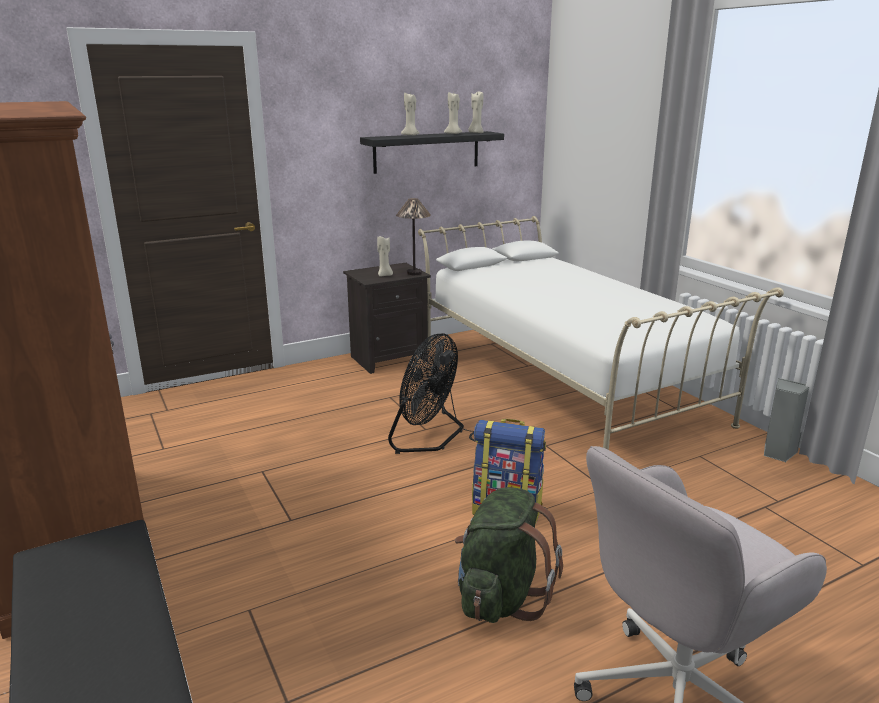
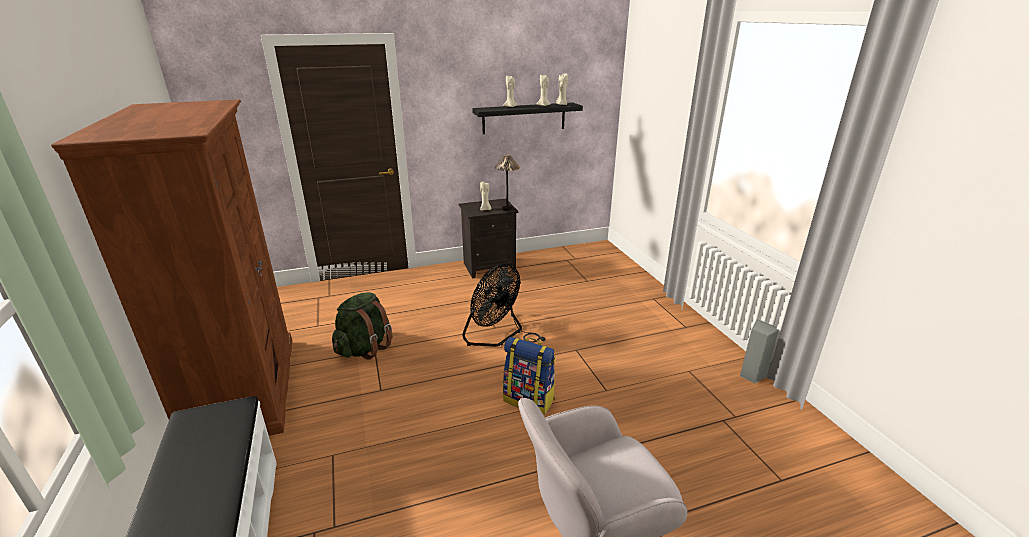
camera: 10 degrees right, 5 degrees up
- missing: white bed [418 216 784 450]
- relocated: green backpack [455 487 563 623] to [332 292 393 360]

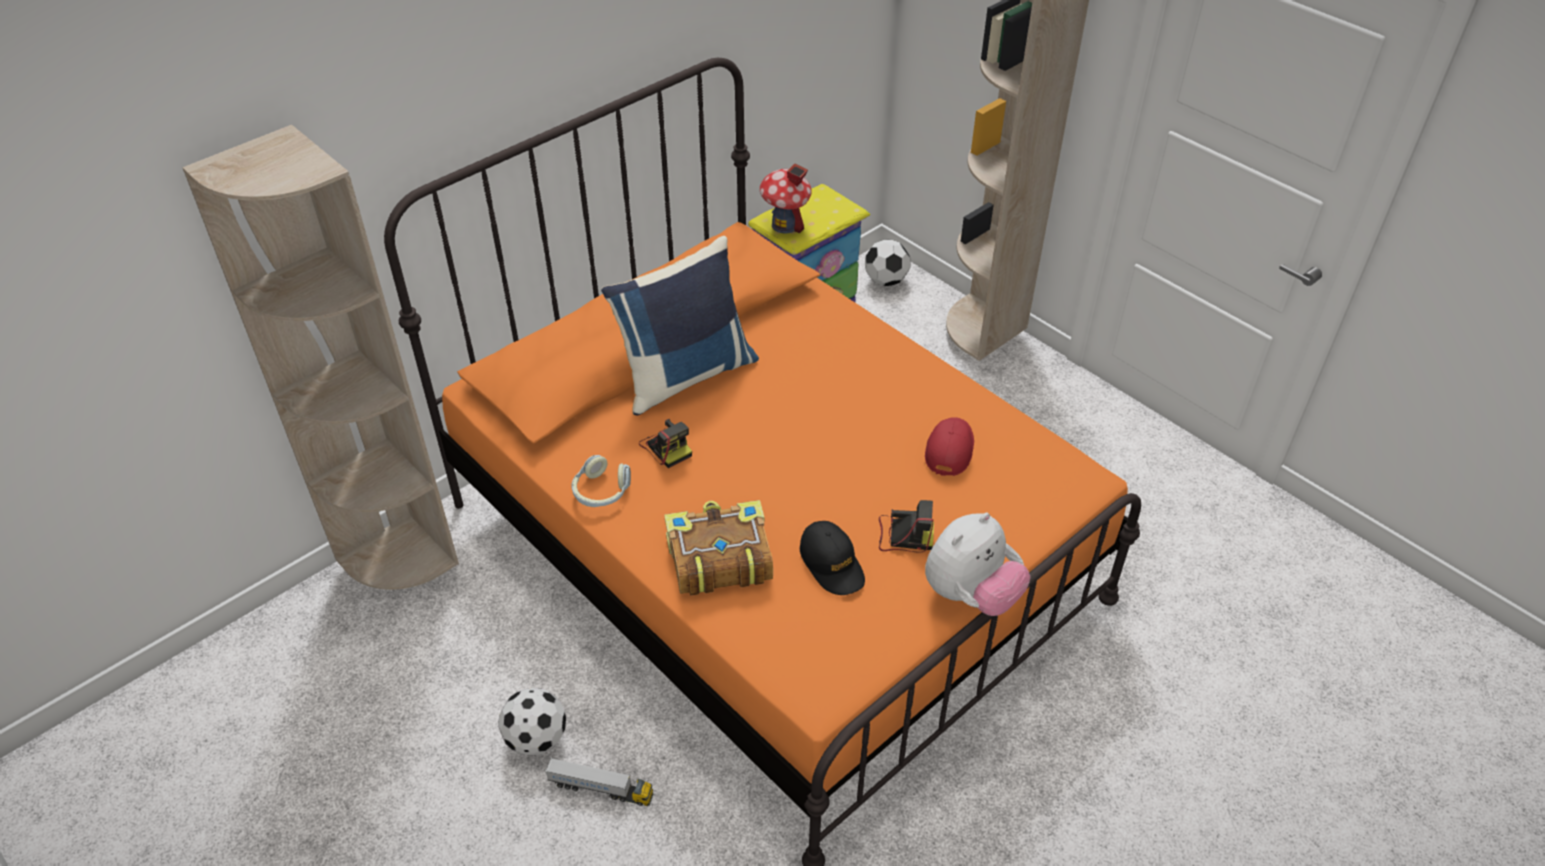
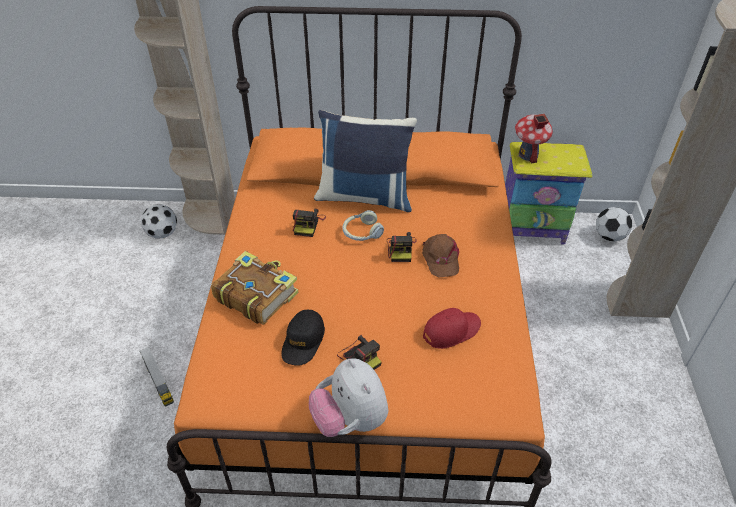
camera: 45 degrees right, 0 degrees up
- relocated: football [498 688 566 756] to [141 204 177 239]
- relocated: headphones [571 455 631 507] to [343 210 384 241]
- spun: plush toy [925 512 1030 616] = [309 358 388 437] 60 degrees clockwise
- appeared: photo camera [387 232 417 262]
- appeared: brown cap [422 234 459 277]

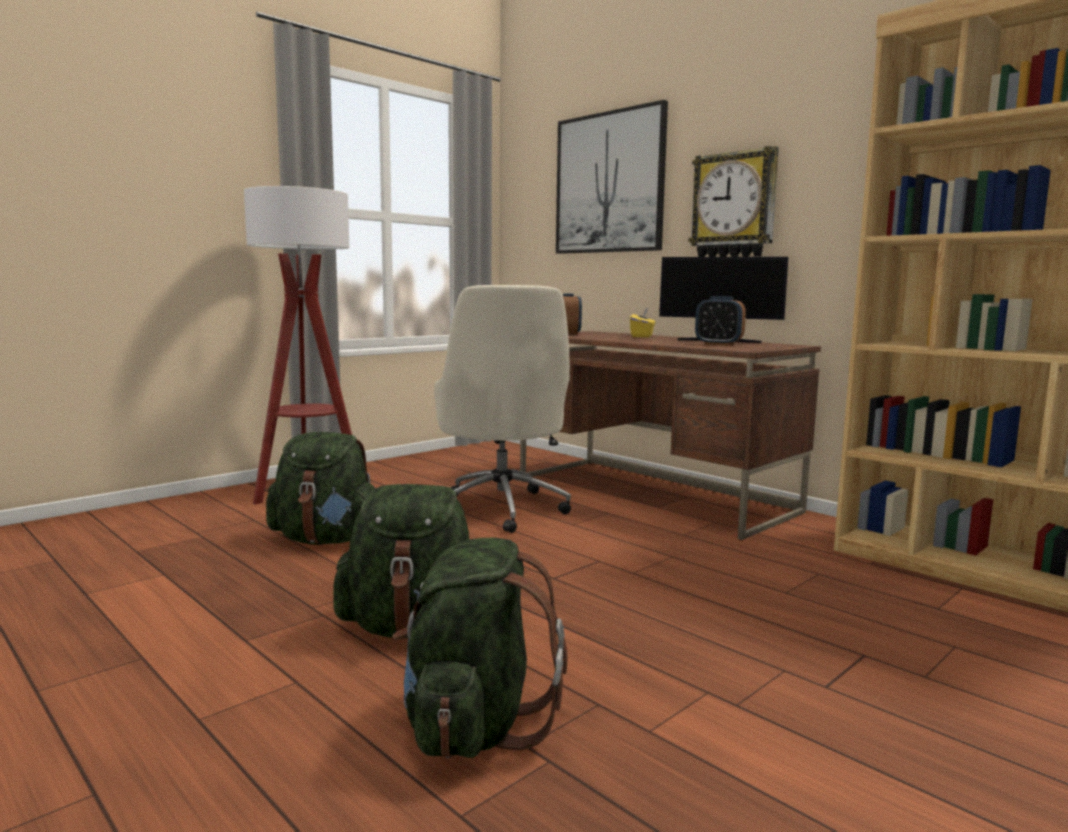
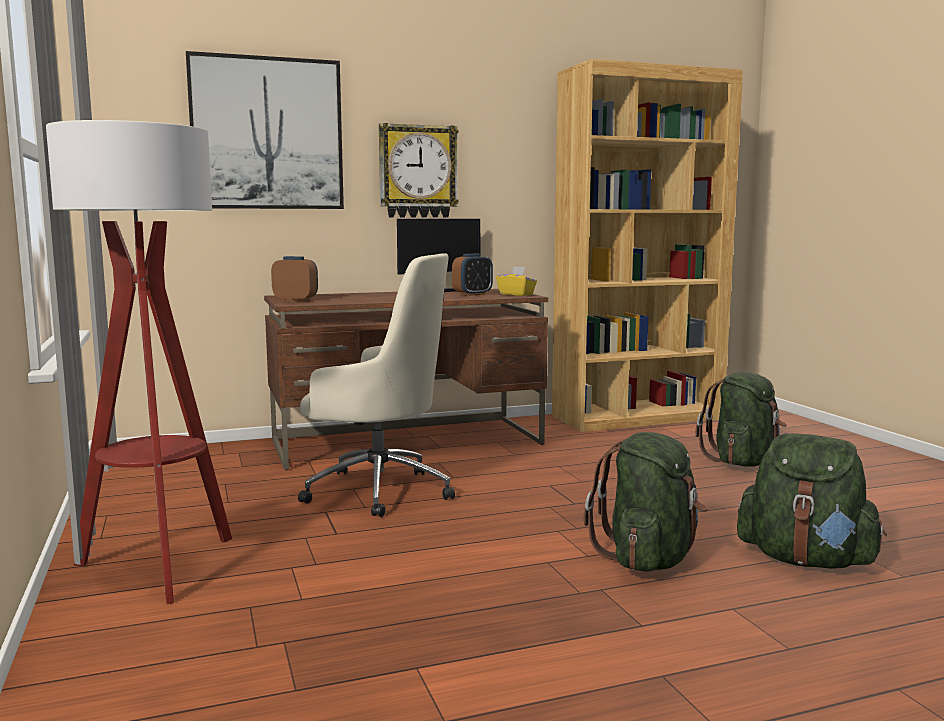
camera: 65 degrees left, 0 degrees up
- relocated: green backpack [266 432 375 545] to [695 372 787 467]
- relocated: yellow tissue box [630 308 656 337] to [496 266 537 296]

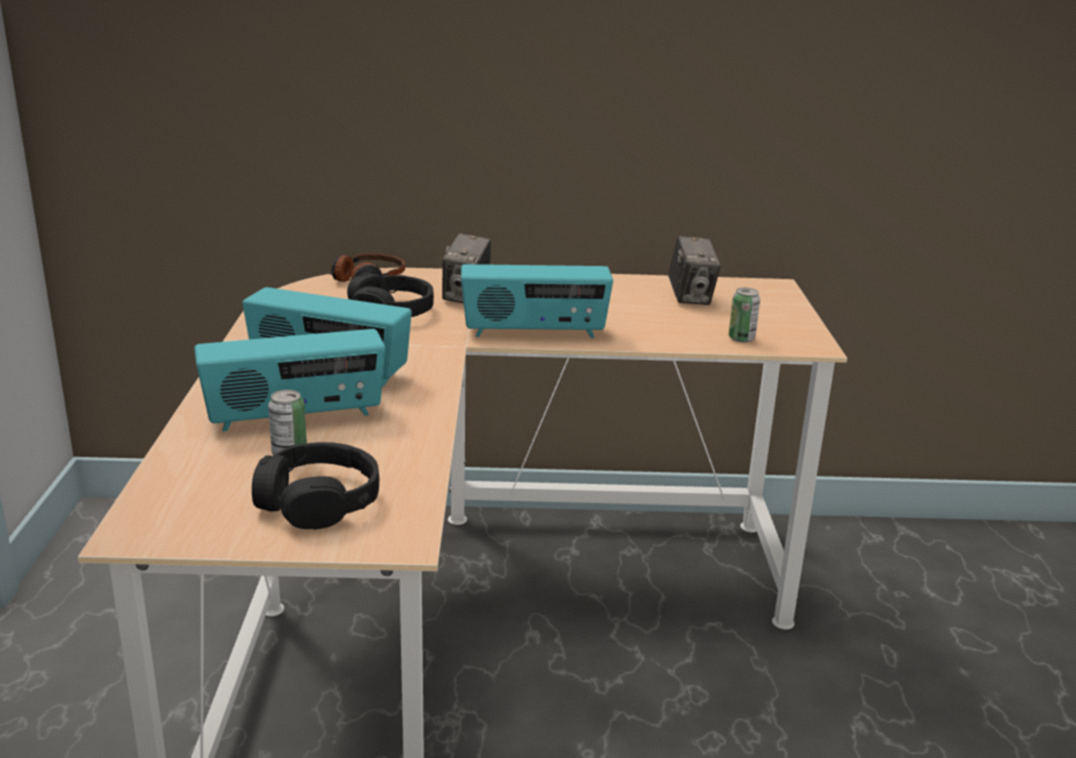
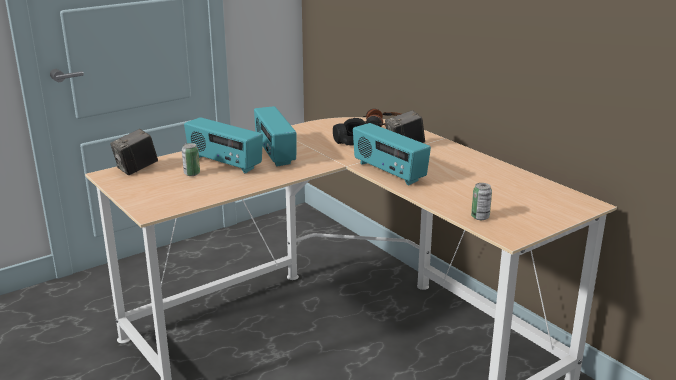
camera: 55 degrees right, 0 degrees up
- missing: black headphones [252 442 379 529]
- relocated: photo camera [668 236 721 305] to [110 129 158 175]

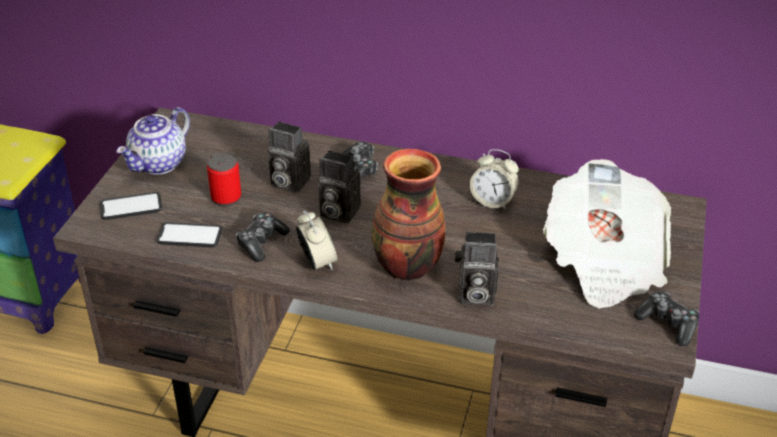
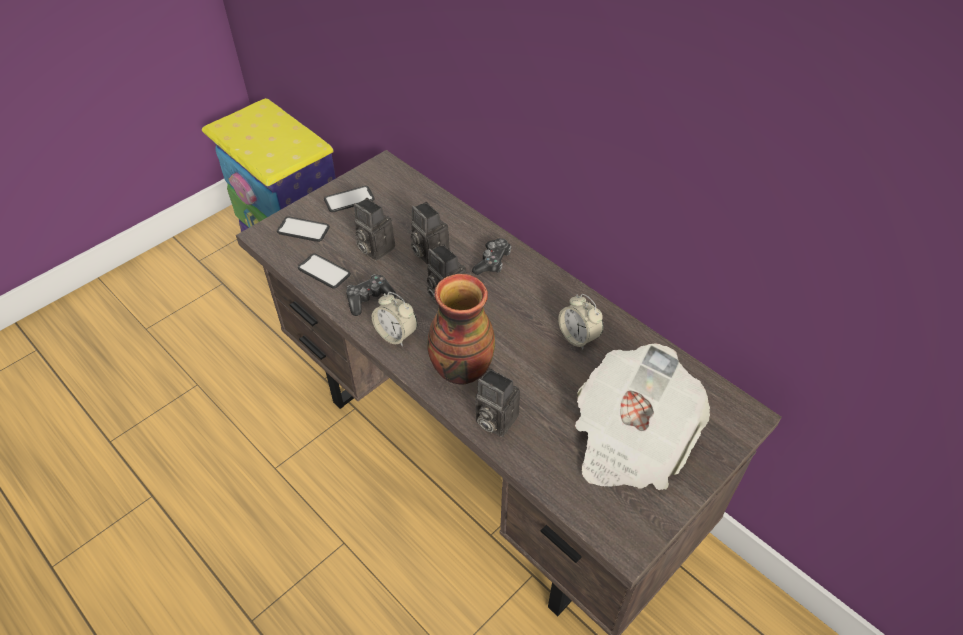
camera: 30 degrees right, 10 degrees up
- exchanged: teapot [116 107 190 174] to phone [324 186 375 212]
- exchanged: can [207 152 241 206] to photo camera [354 198 395 261]
- spun: alarm clock [296 210 337 270] = [372 292 417 347] 120 degrees clockwise
- missing: game controller [634 291 700 346]

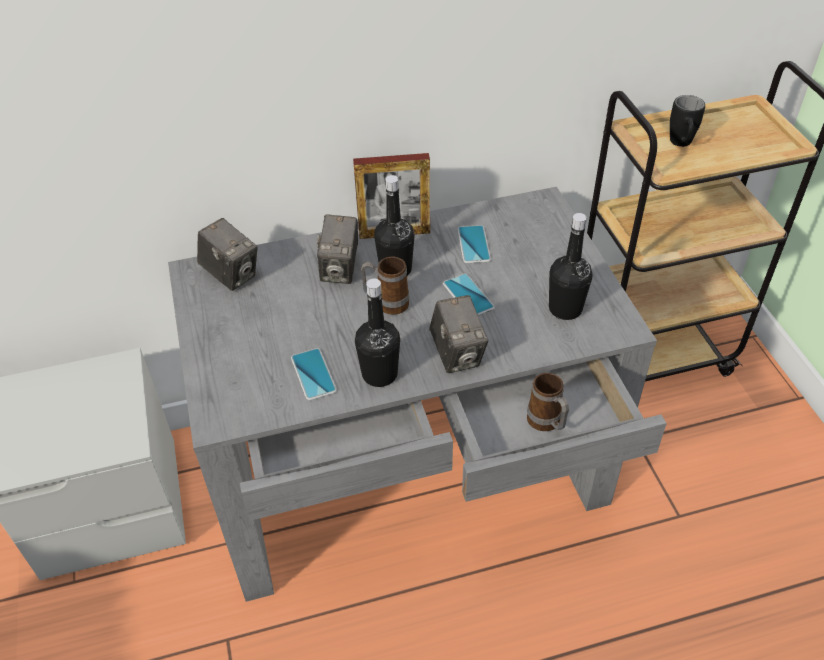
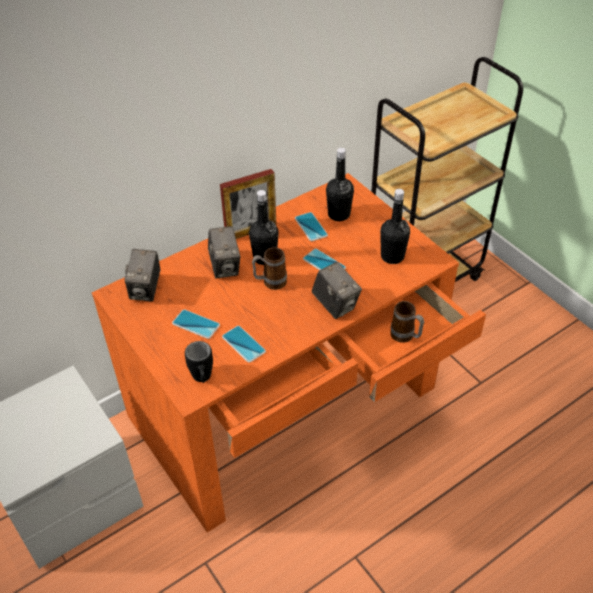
camera: 20 degrees left, 0 degrees up
- colour: grey desk [168 187 667 602] to orange desk [92 173 486 533]
- spun: photo camera [197 218 257 291] = [125 249 161 301] 75 degrees clockwise
- relocated: black bottle [355 279 400 387] to [326 148 354 221]
- relocated: black mug [670 95 705 147] to [185 341 213 383]
- appeared: phone [172 309 220 339]

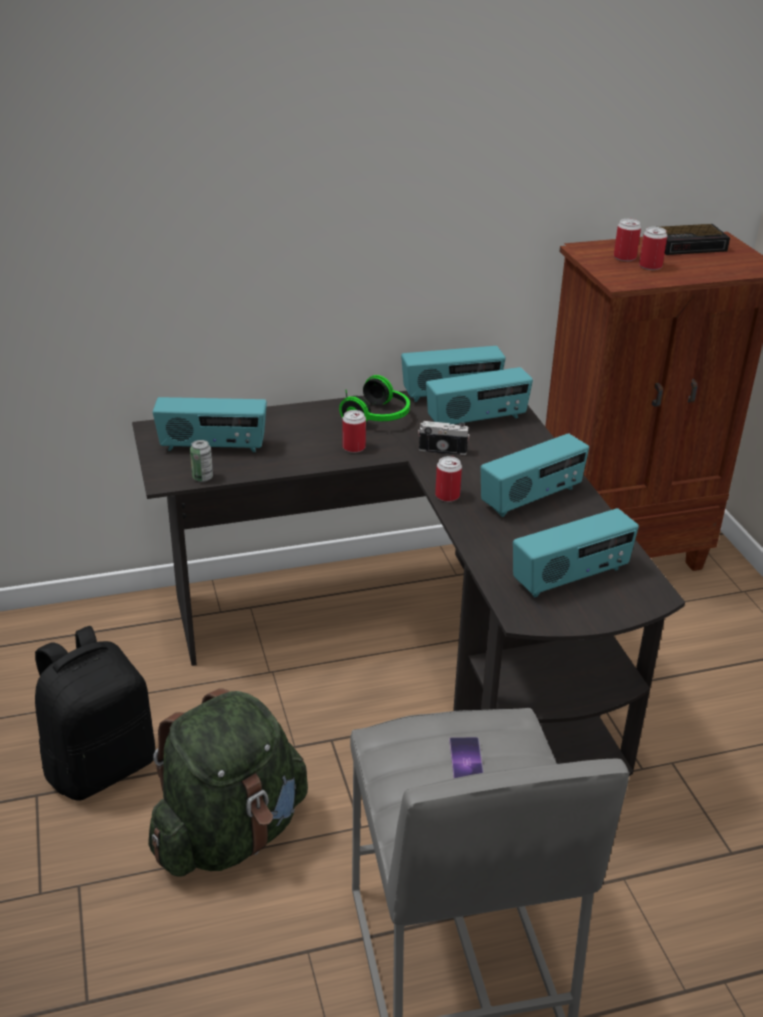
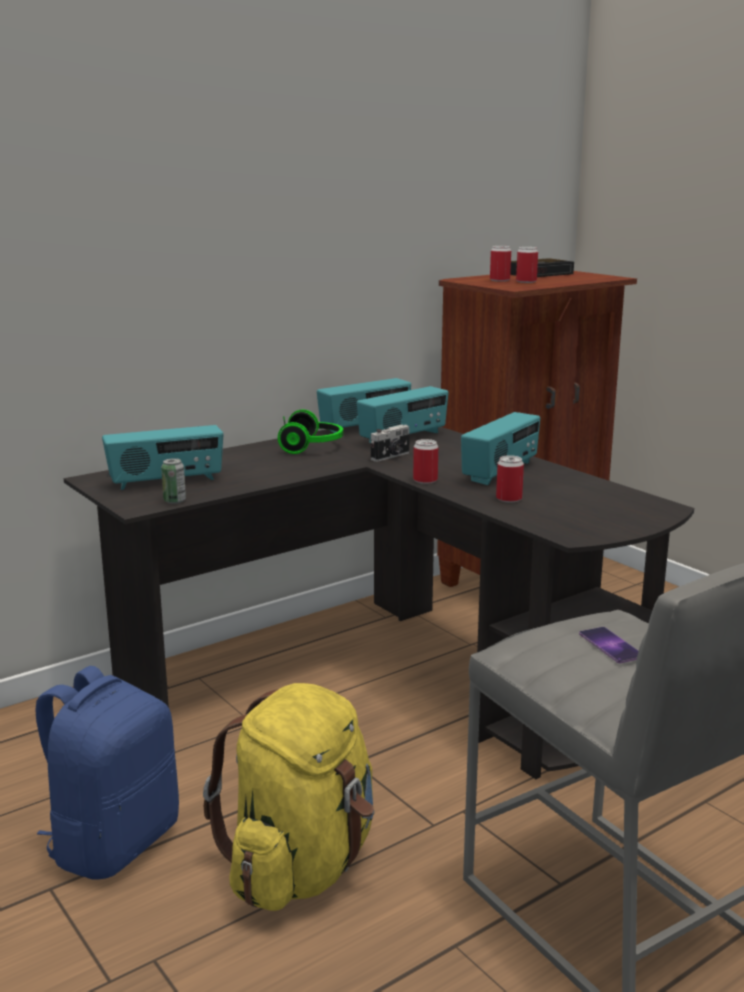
camera: 20 degrees left, 15 degrees down
- colour: black backpack [35 626 155 801] to blue backpack [35 666 179 880]
- colour: green backpack [148 688 308 877] to yellow backpack [203 683 374 911]
- relocated: can [342 410 366 453] to [496 455 524 503]
- spun: photo camera [418 421 470 455] = [371 425 410 462] 150 degrees clockwise
- missing: radio [513 508 639 598]

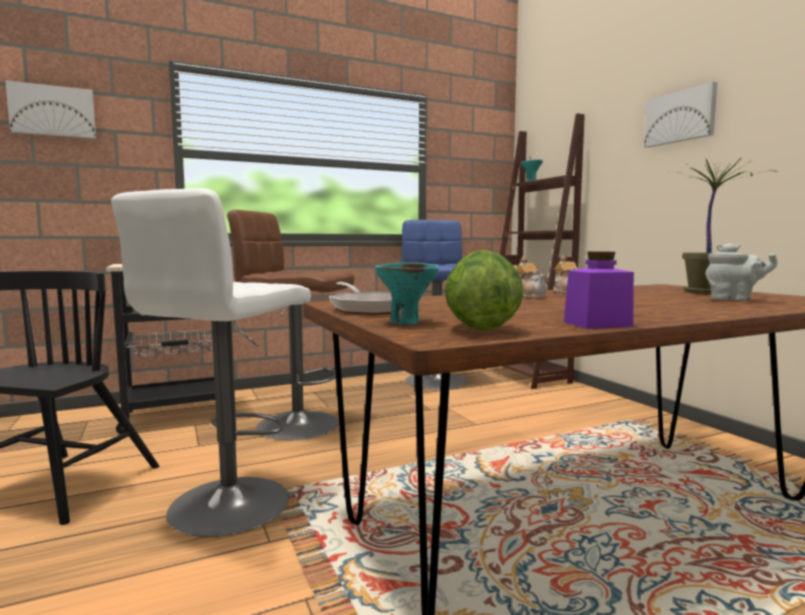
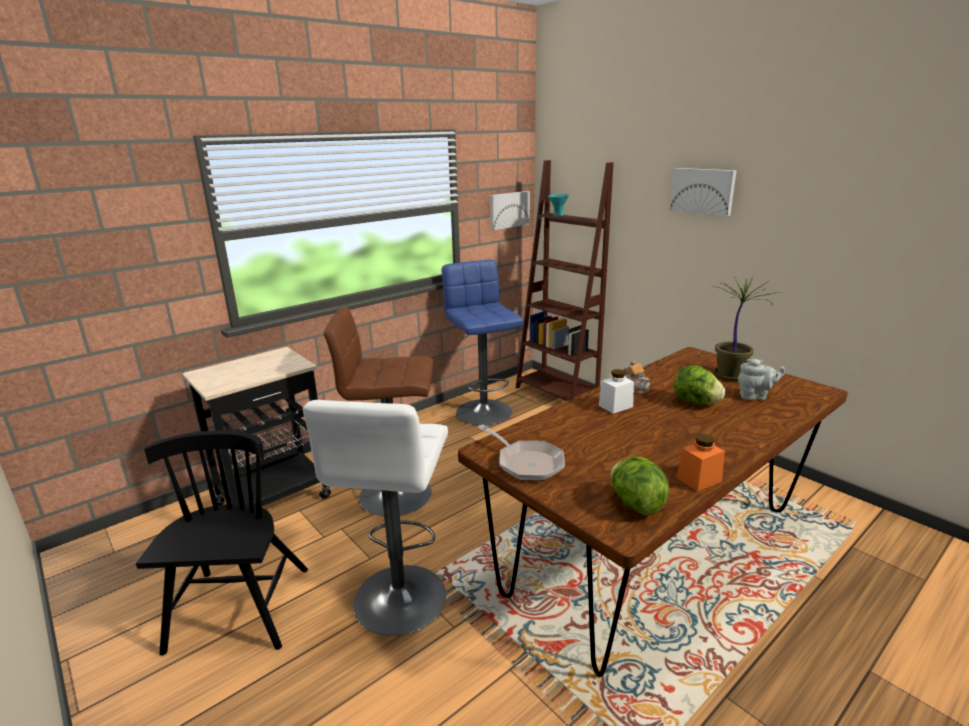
camera: 15 degrees left, 15 degrees up
- relocated: picture [5 80 96 139] to [490 191 530 230]
- missing: turquoise bowl [375 262 439 325]
- exchanged: teapot [516 256 547 299] to white jar [599 369 634 414]
- colour: purple jar [564 252 634 329] to orange jar [677 434 725 492]
- appeared: lettuce [674 365 725 405]

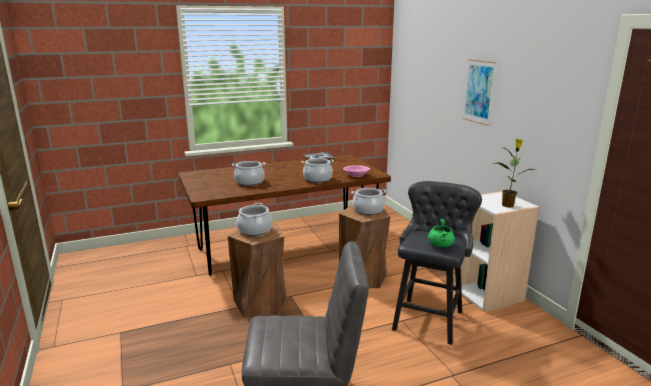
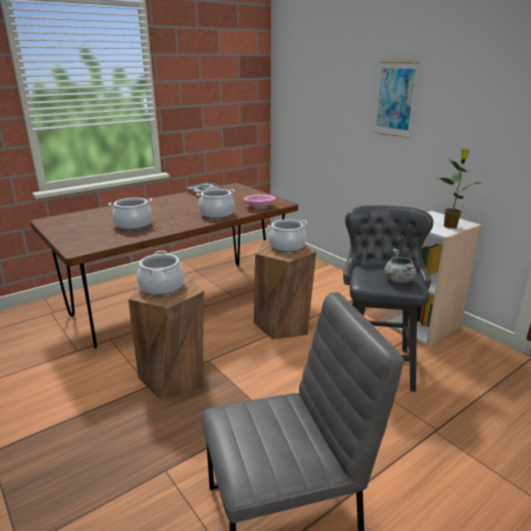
camera: 15 degrees left, 5 degrees up
- colour: green cooking pot [428 219 455 247] to grey cooking pot [384 249 416 283]

